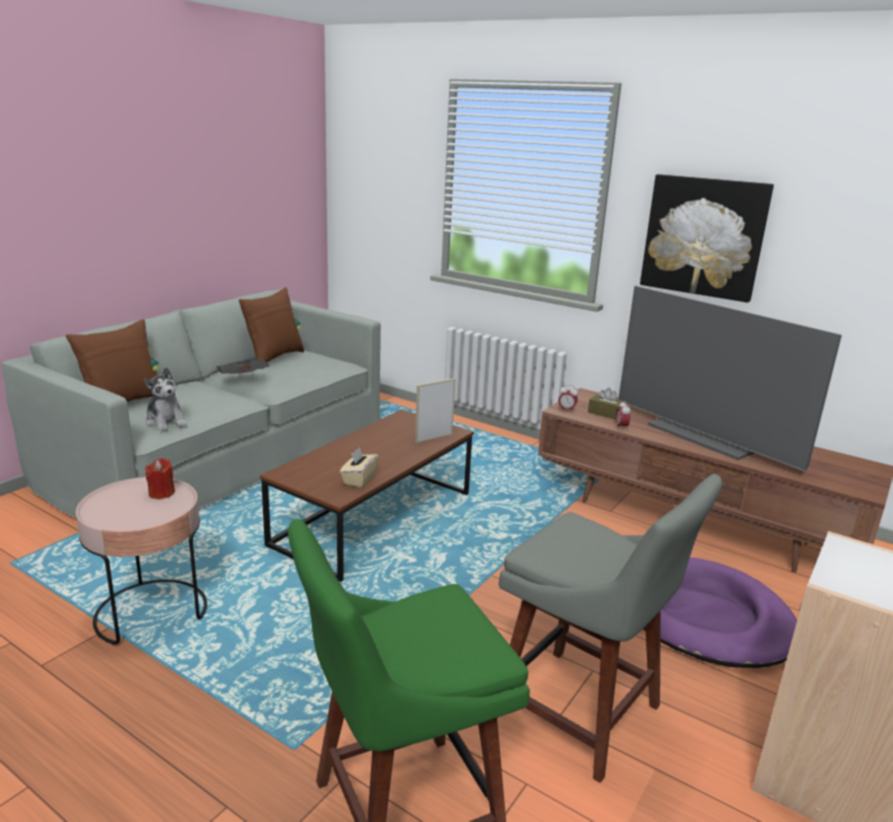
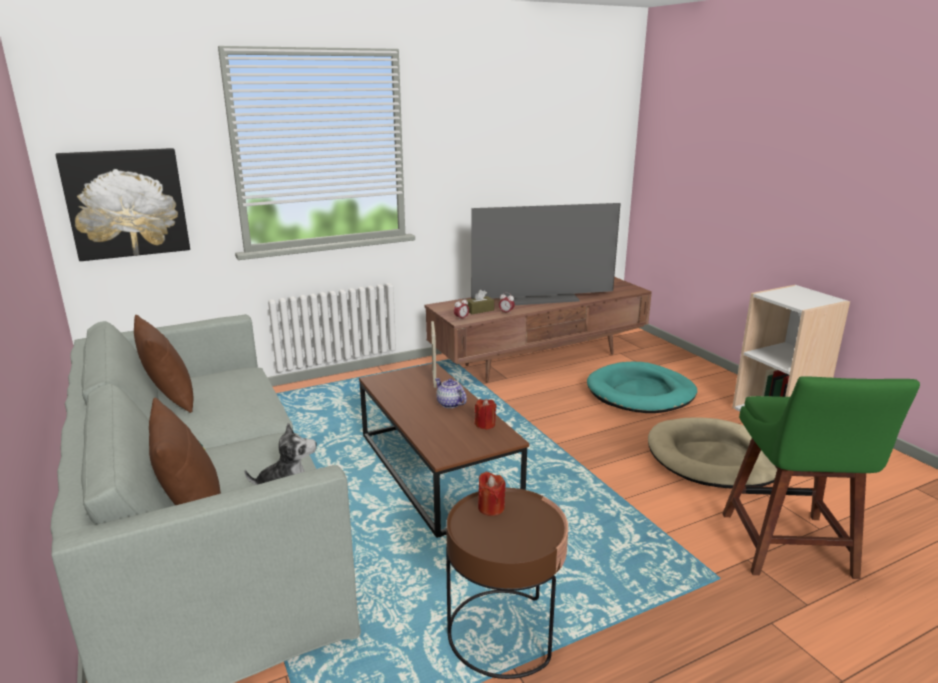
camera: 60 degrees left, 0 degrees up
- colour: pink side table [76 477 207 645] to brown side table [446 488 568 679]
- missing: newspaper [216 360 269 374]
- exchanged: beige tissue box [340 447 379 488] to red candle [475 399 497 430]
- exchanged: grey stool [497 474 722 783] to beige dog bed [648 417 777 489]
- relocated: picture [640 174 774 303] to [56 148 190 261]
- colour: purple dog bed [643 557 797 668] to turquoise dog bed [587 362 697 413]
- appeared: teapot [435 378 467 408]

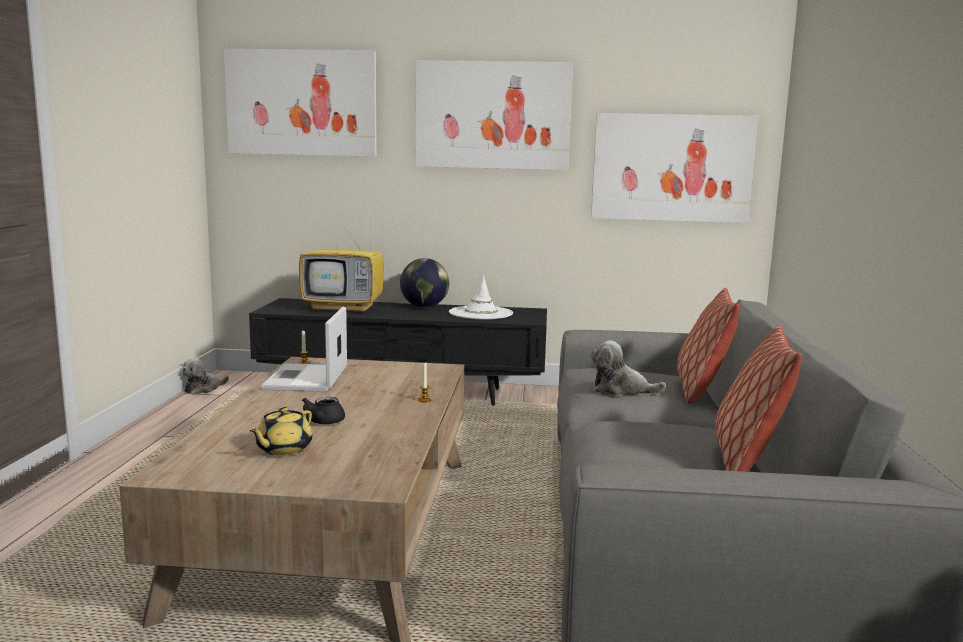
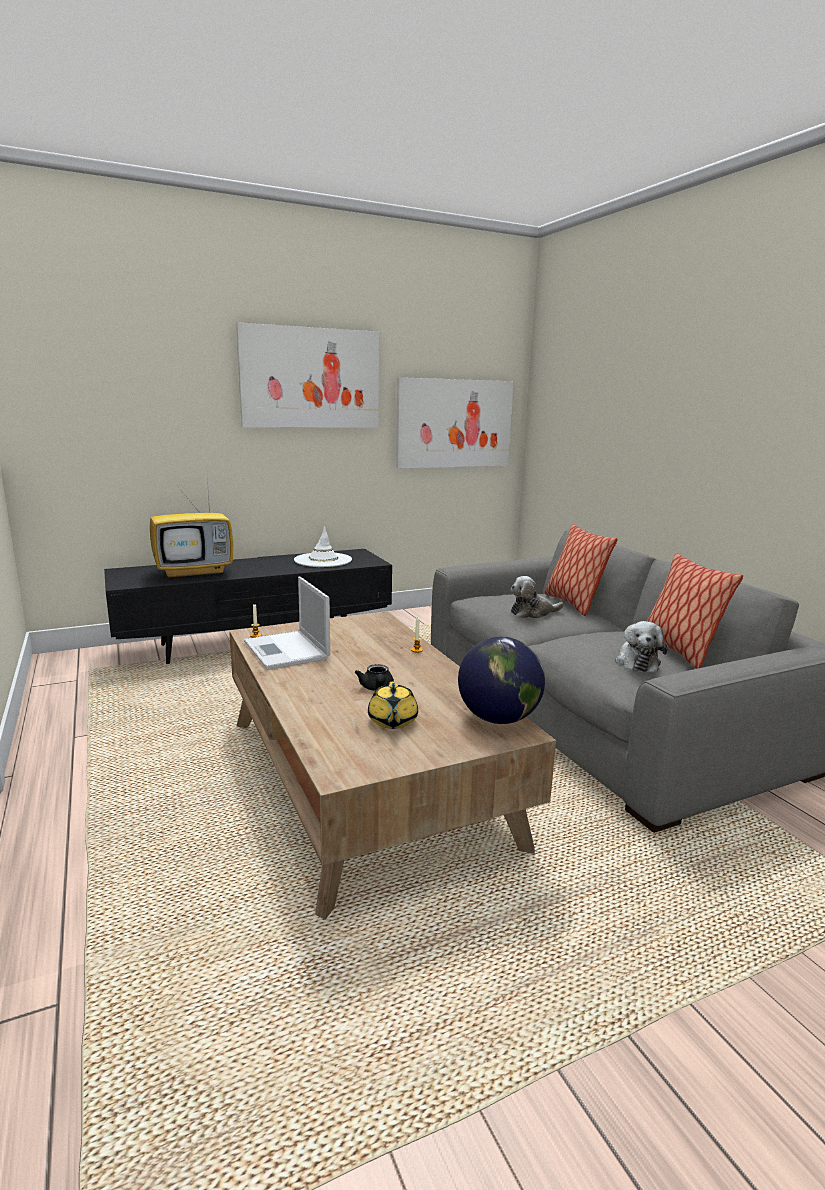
camera: 30 degrees left, 5 degrees up
- relocated: plush toy [182 358 229 395] to [615 621 667 672]
- missing: picture [224 49 377 157]
- relocated: globe [400 258 449 308] to [458 637 545 724]

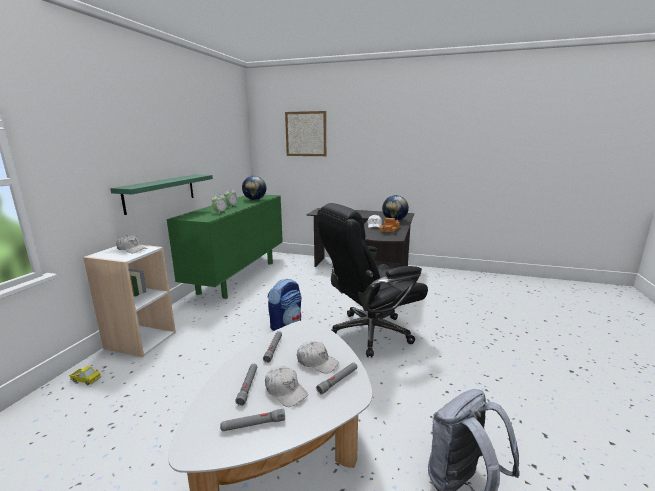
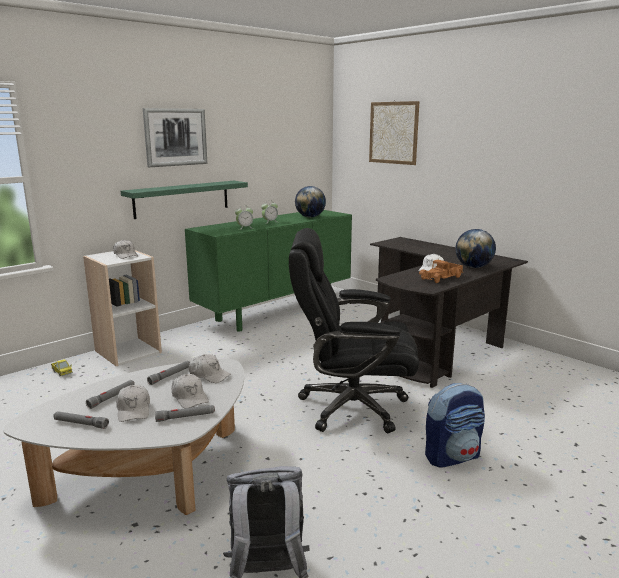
camera: 30 degrees right, 0 degrees up
- relocated: backpack [268 279 302 331] to [425 383 485 468]
- appeared: picture [143 108 207 167]
- appeared: white cap [189 354 231 383]

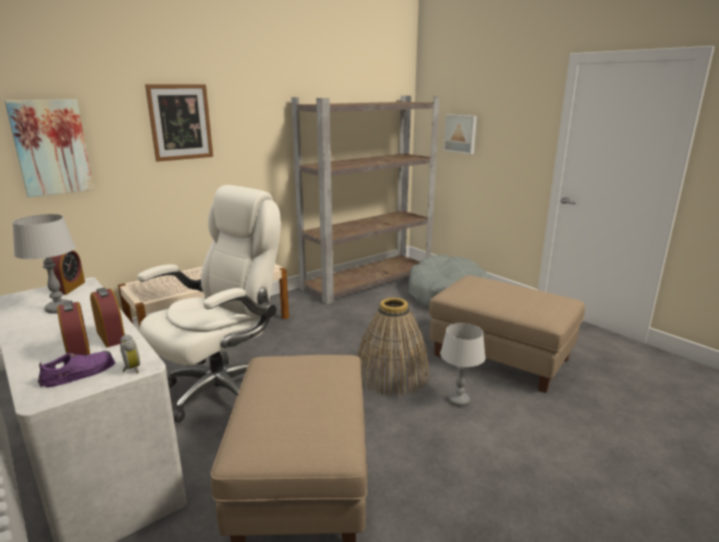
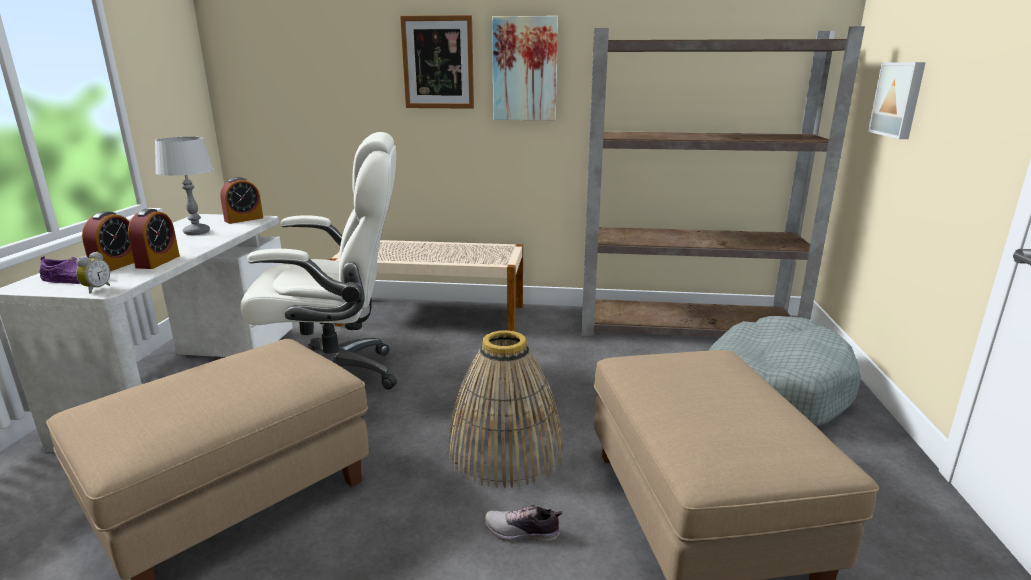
camera: 45 degrees right, 0 degrees up
- relocated: picture [5 99 94 197] to [492 16 558 120]
- exchanged: grey table lamp [440 323 486 406] to shoe [485 504 562 542]

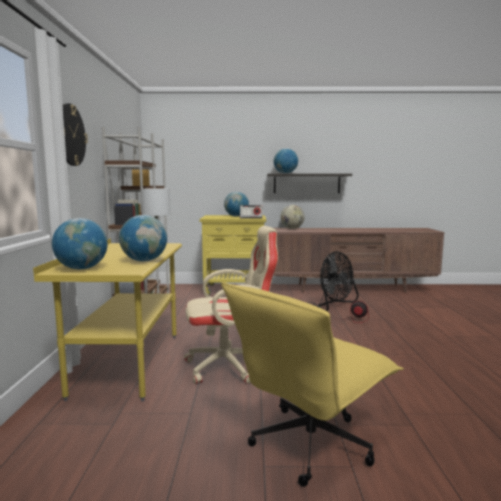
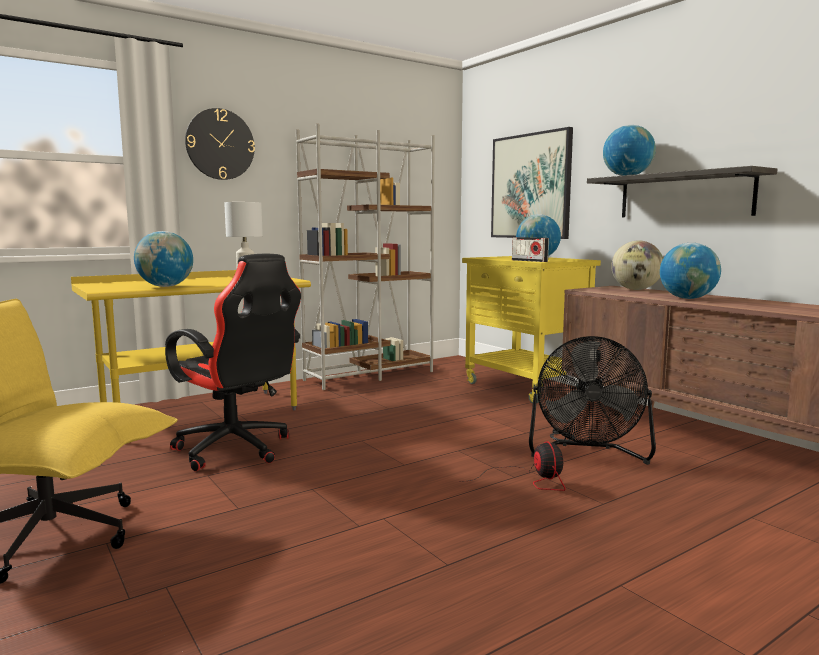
camera: 55 degrees right, 0 degrees up
- relocated: globe [52 218 108 269] to [660 243 721 299]
- colour: beige office chair [184 226 278 384] to black office chair [165 254 301 471]
- appeared: picture [491 127 573 239]

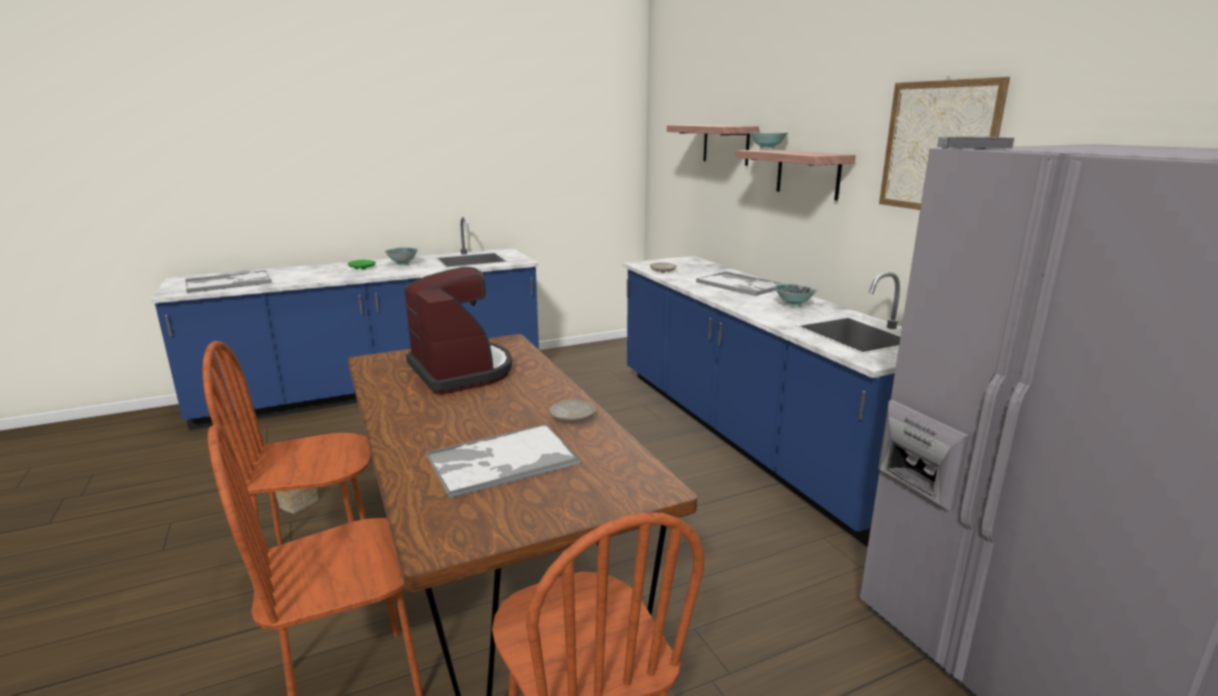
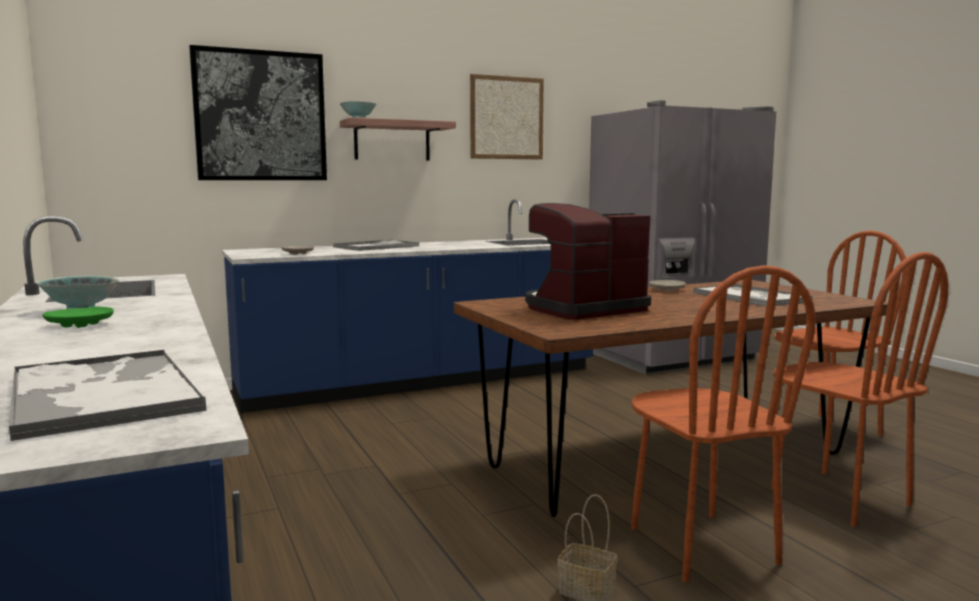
camera: 90 degrees left, 10 degrees down
- exchanged: shelf [667 125 759 166] to picture [189 45 327 180]
- missing: bowl [774 283 817 307]

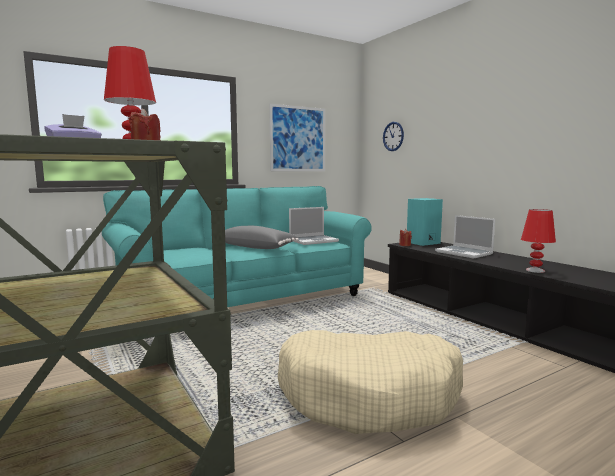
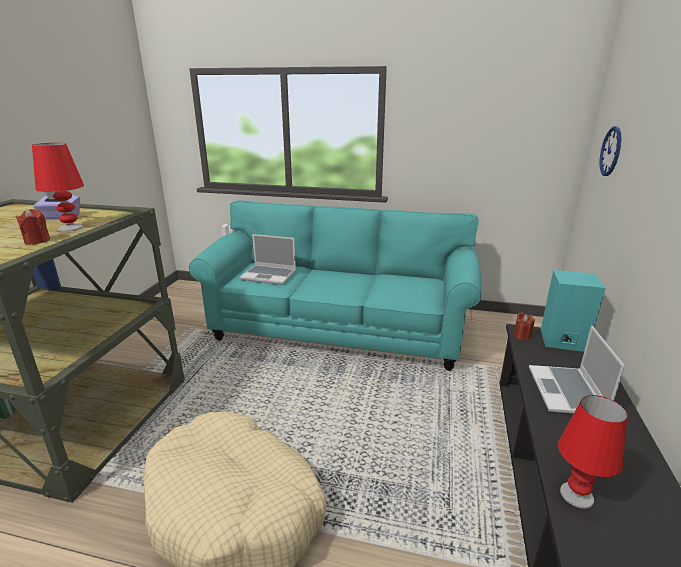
camera: 45 degrees right, 15 degrees up
- missing: grey pillow [225 226 299 249]
- missing: picture [269 104 325 171]
- relocated: laptop [289 207 339 245] to [240 234 296 285]

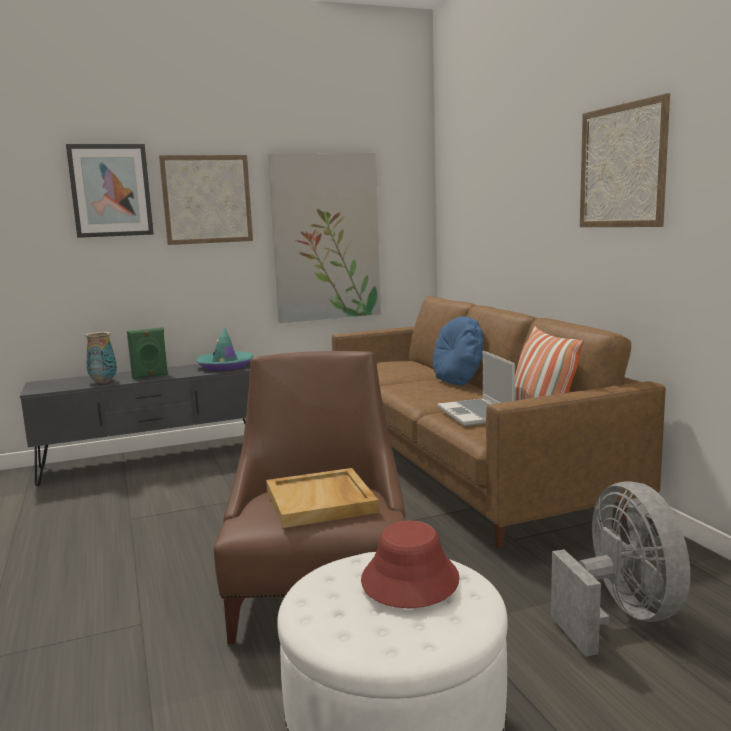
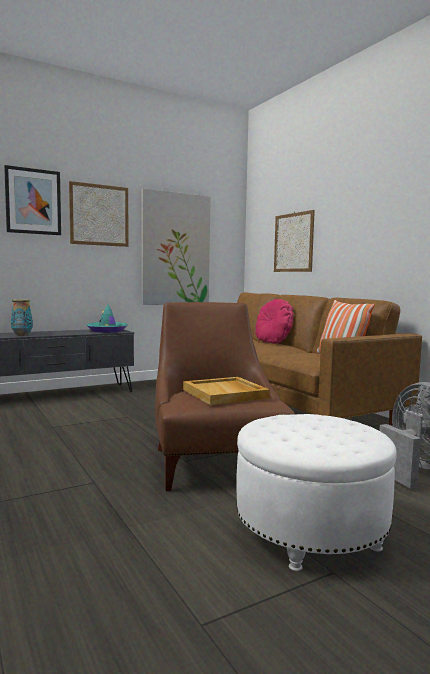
camera: 10 degrees left, 5 degrees down
- missing: green speaker [127 327 168 379]
- missing: red hat [361 521 460 608]
- colour: blue pillow [433 316 484 386] to pink pillow [255 299 293 344]
- missing: laptop [437 350 515 426]
- relocated: picture [580 93 670 227] to [274 210 315 272]

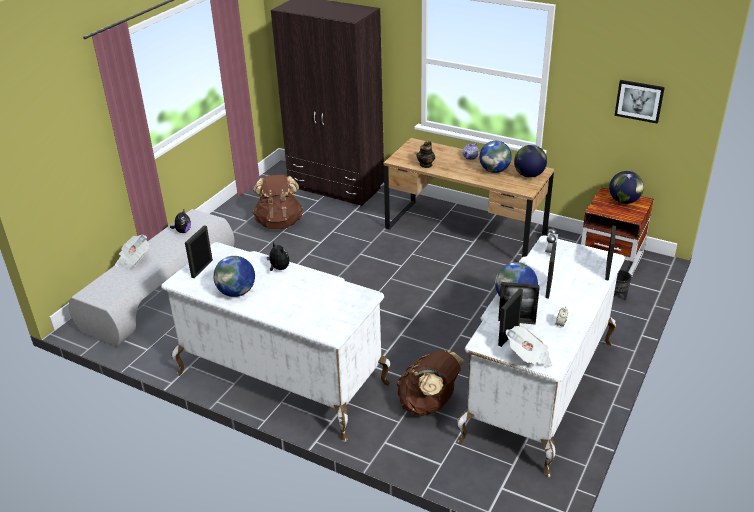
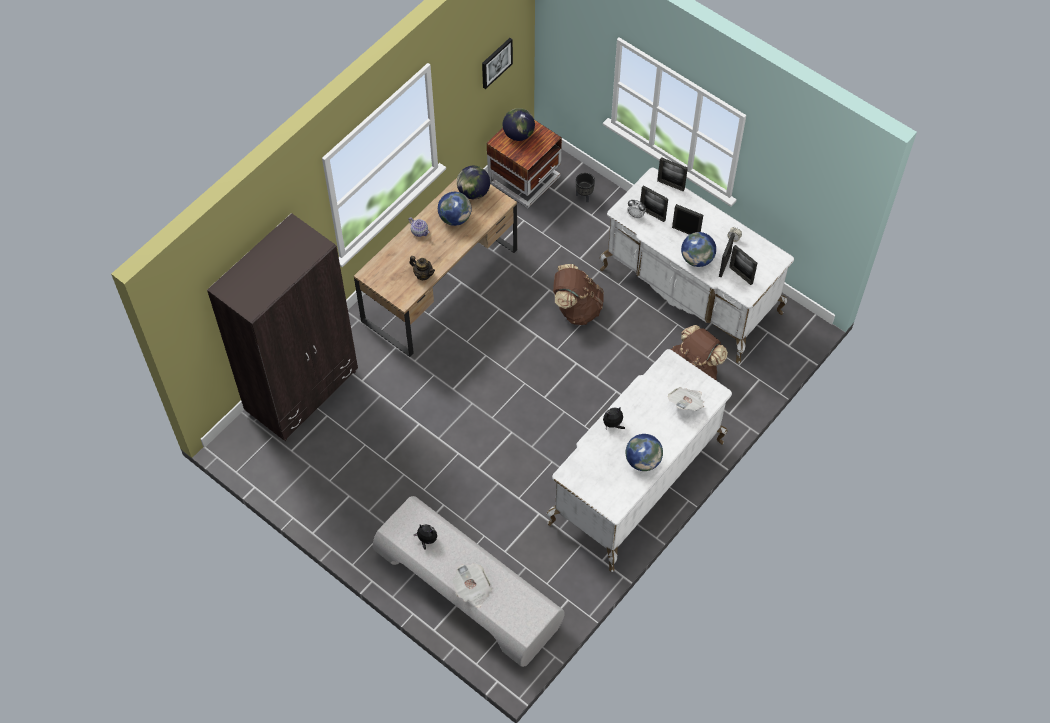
camera: 80 degrees left, 25 degrees up
- relocated: picture frame [185 225 213 278] to [640 185 668 222]
- relocated: brown backpack [253 175 303 229] to [553 264 604 325]
- relocated: newspaper [506 326 552 367] to [668 387 704 411]

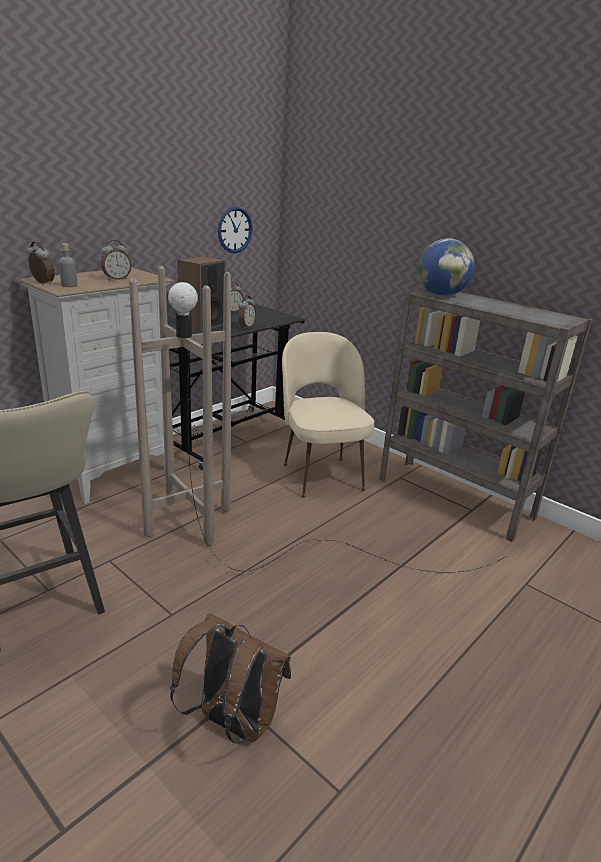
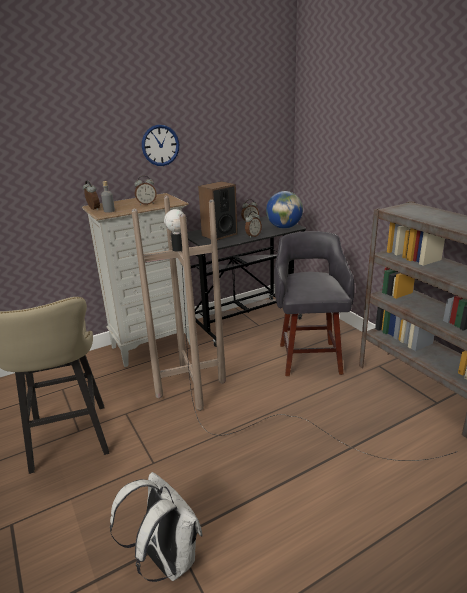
camera: 20 degrees right, 0 degrees up
- colour: brown backpack [170 613 291 744] to white backpack [110 472 203 582]
- relocated: wall clock [218 207 252 253] to [142 125 179 166]
- exchanged: beige chair [282 332 374 498] to grey stool [274 231 355 376]
- relocated: globe [418 238 475 296] to [266 191 303 228]

